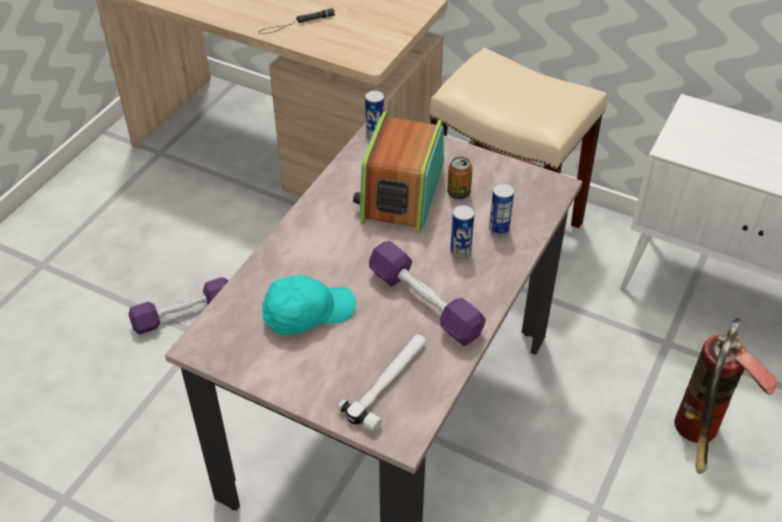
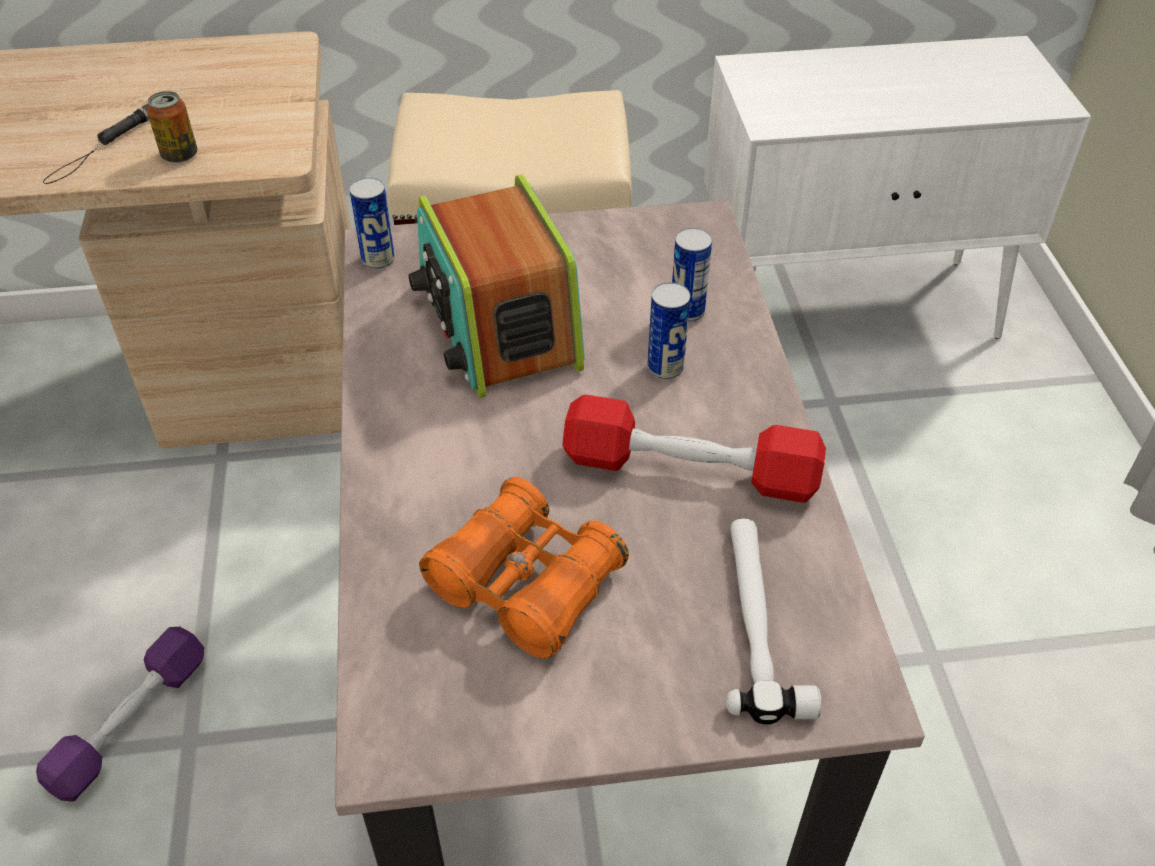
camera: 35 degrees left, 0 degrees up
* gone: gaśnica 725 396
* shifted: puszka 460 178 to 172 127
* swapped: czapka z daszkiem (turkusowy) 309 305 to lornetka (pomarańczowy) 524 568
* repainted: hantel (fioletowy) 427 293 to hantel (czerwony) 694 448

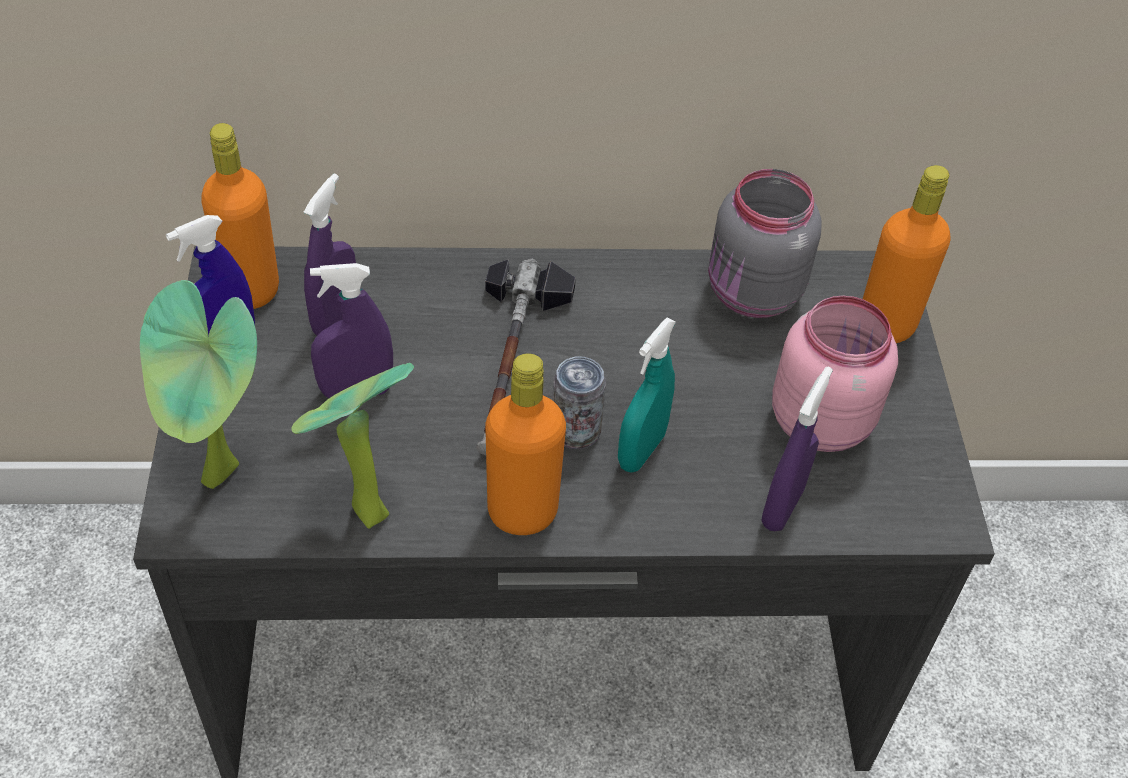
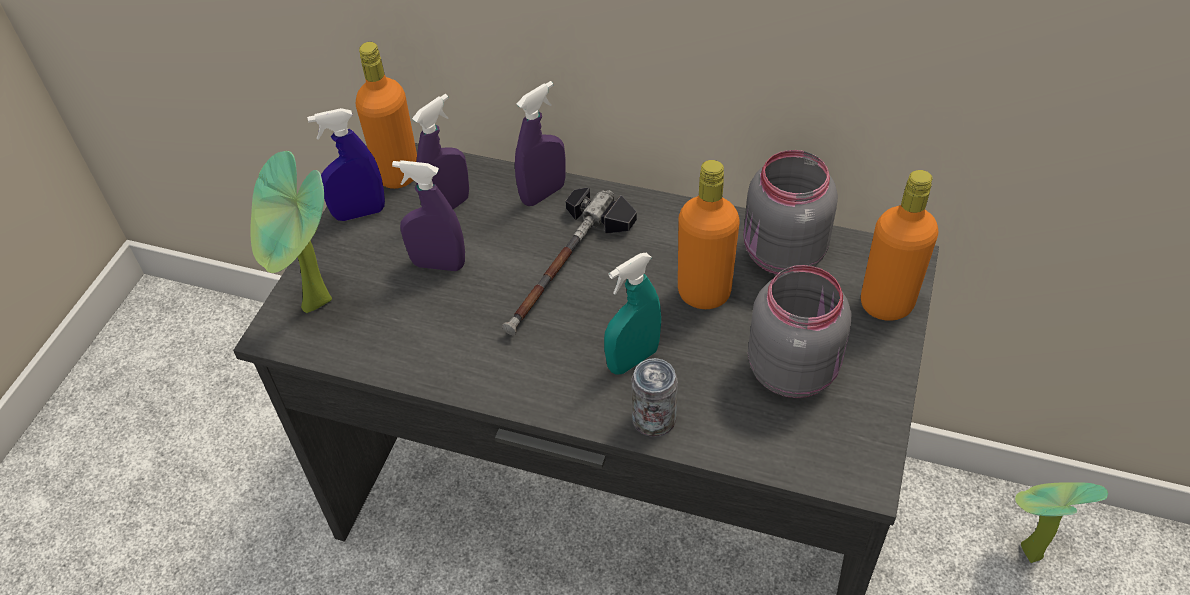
camera: 25 degrees right, 0 degrees up
* shifted: roślina doniczkowa 352 446 to 1061 522
* shifted: butelka (pomarańczowy) 525 444 to 709 234
* shifted: puszka 579 403 to 654 397
* shifted: spryskiwacz (fioletowy) 797 449 to 540 143
* repainted: słoik (różowy) 835 374 to słoik (szary) 799 331

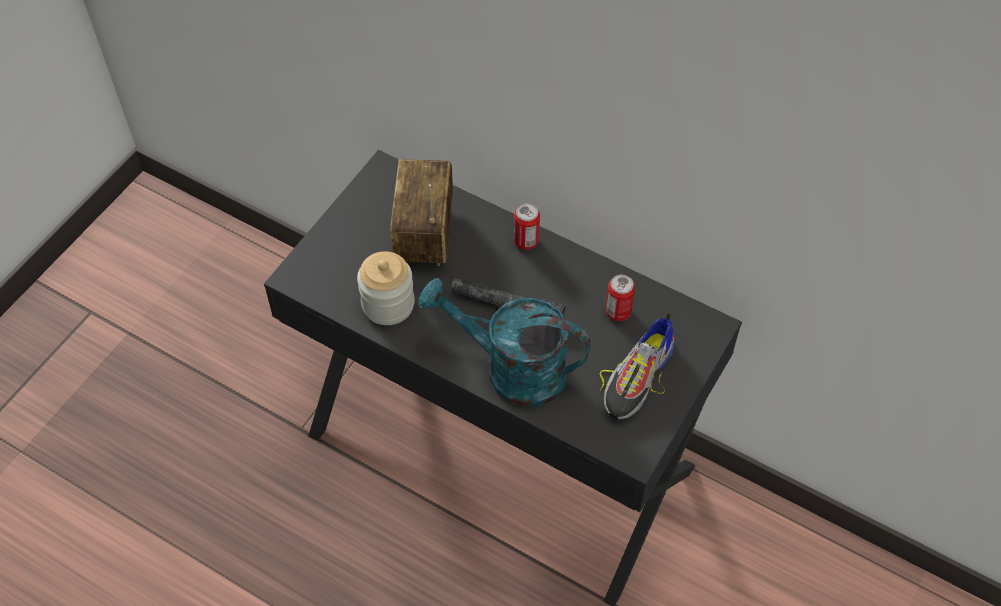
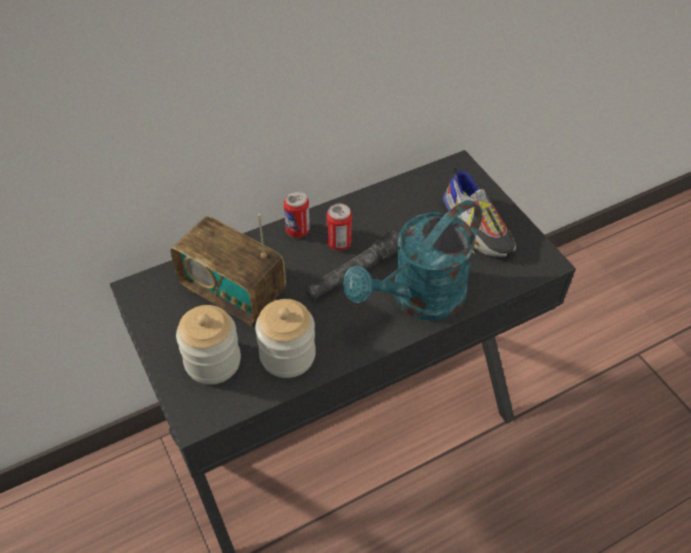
camera: 60 degrees left, 5 degrees down
* new: słoik 208 345
* shifted: puszka 620 297 to 339 226

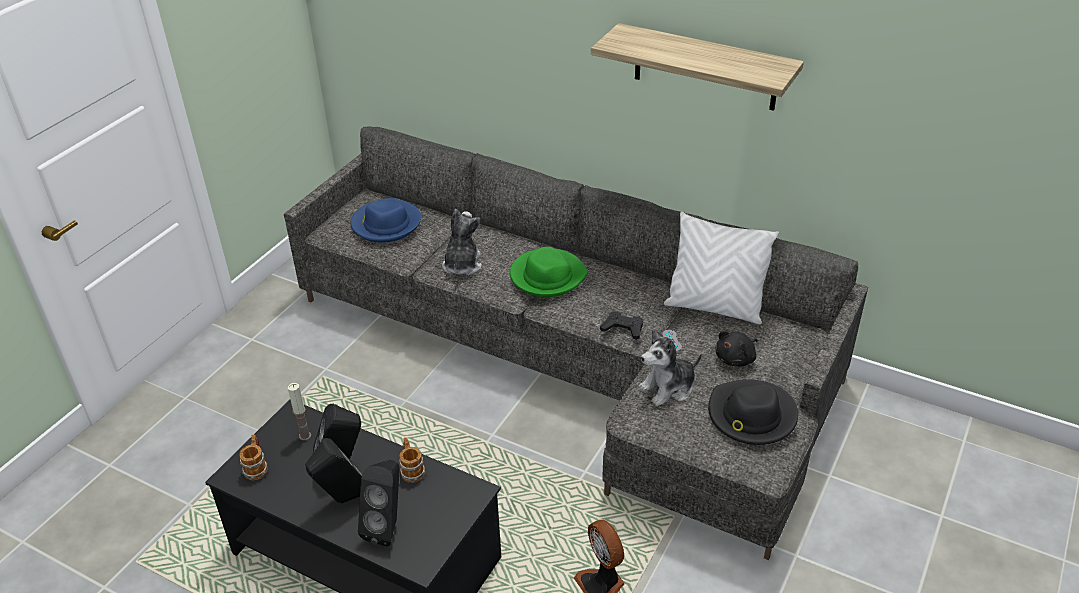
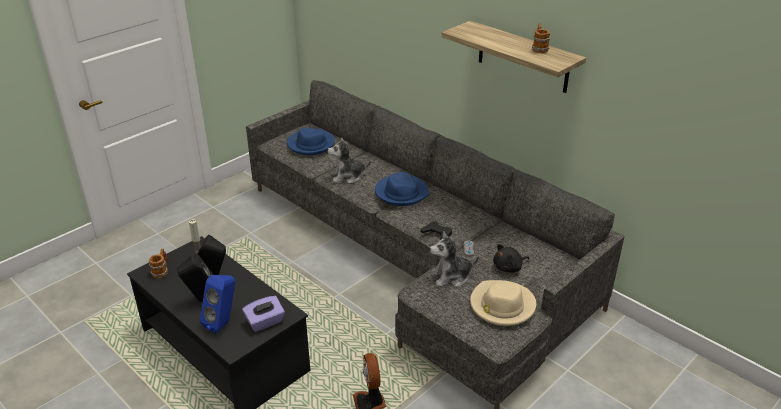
camera: 15 degrees right, 5 degrees down
* gone: poduszka (biały) 721 268
* new: pudełko chusteczek (fioletowy) 263 314
* shifted: kubek 412 460 to 541 38
* repainted: głośnik (czarny) 379 503 to głośnik (niebieski) 217 304
* repainted: kapelusz (zielony) 549 272 to kapelusz (niebieski) 402 189
* repainted: kapelusz (czarny) 753 412 to kapelusz (beżowy) 503 303
* rotated: pluszak 462 242 = 349 160 120 degrees counterclockwise

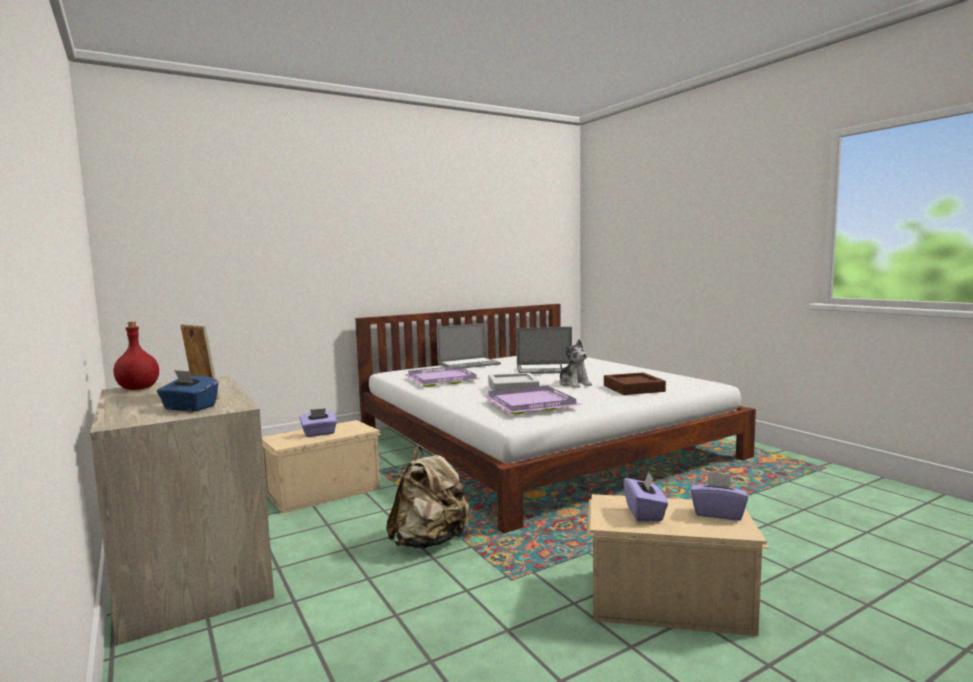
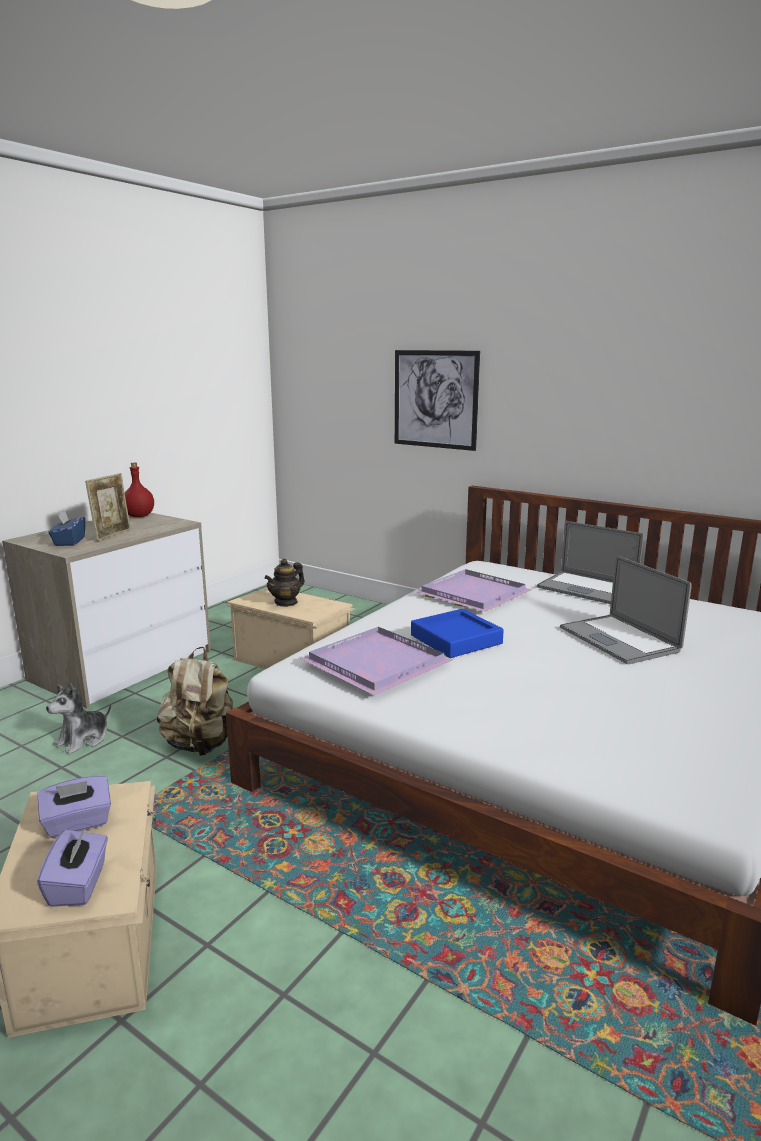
camera: 65 degrees right, 10 degrees up
* gone: taca (brązowy) 635 383
* new: obraz 437 400
* shifted: pluszak 575 364 to 79 718
* swapped: pudełko chusteczek (fioletowy) 318 422 to imbryk 285 583
* repainted: taca (szary) 514 383 to taca (niebieski) 457 633

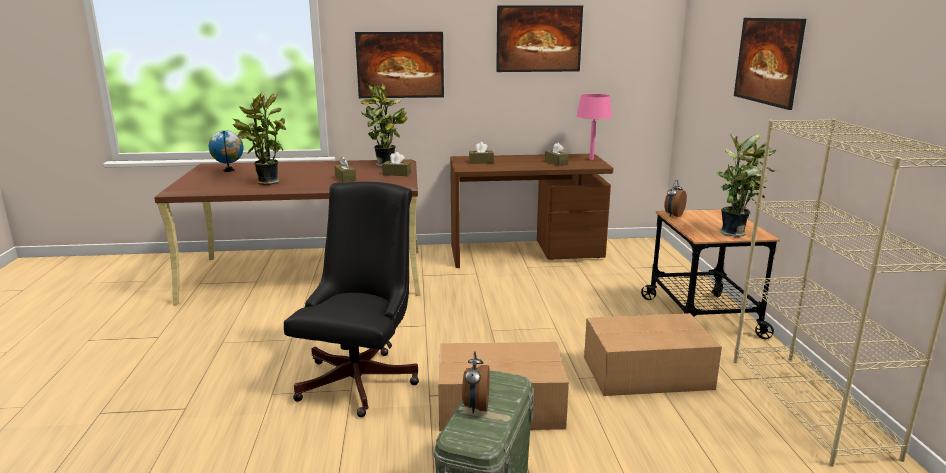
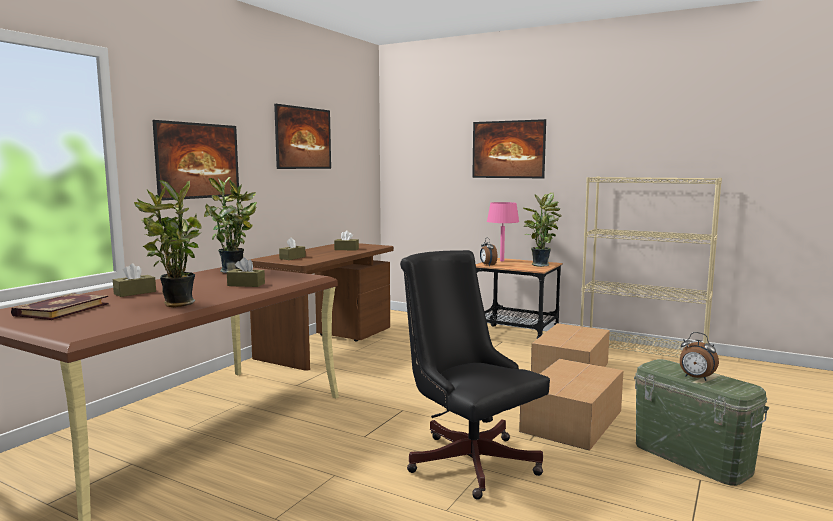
camera: 55 degrees left, 10 degrees down
* shifted: pudełko chusteczek (brązowy) 396 164 to 134 280
* shifted: lampa stołowa (różowy) 594 127 to 503 231
* swapped: globus 226 151 to książka 60 306

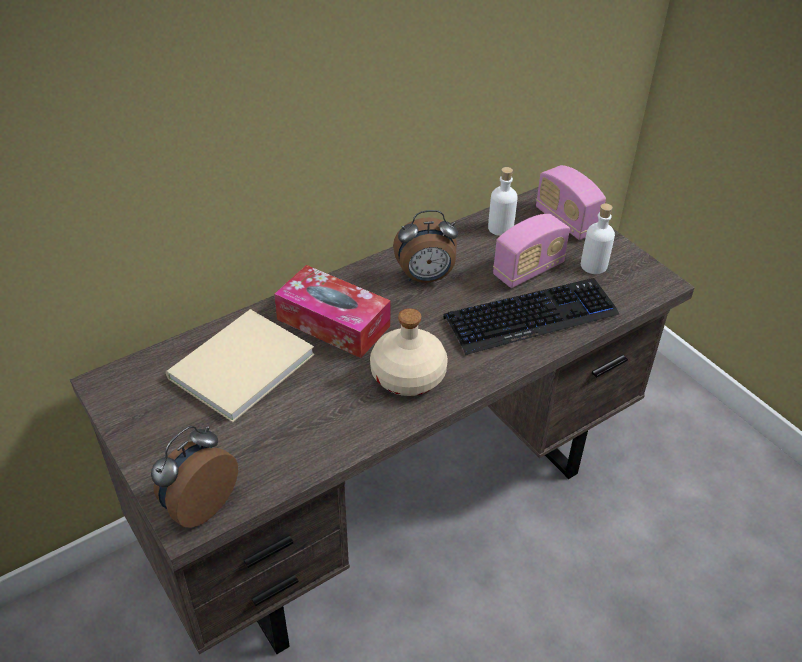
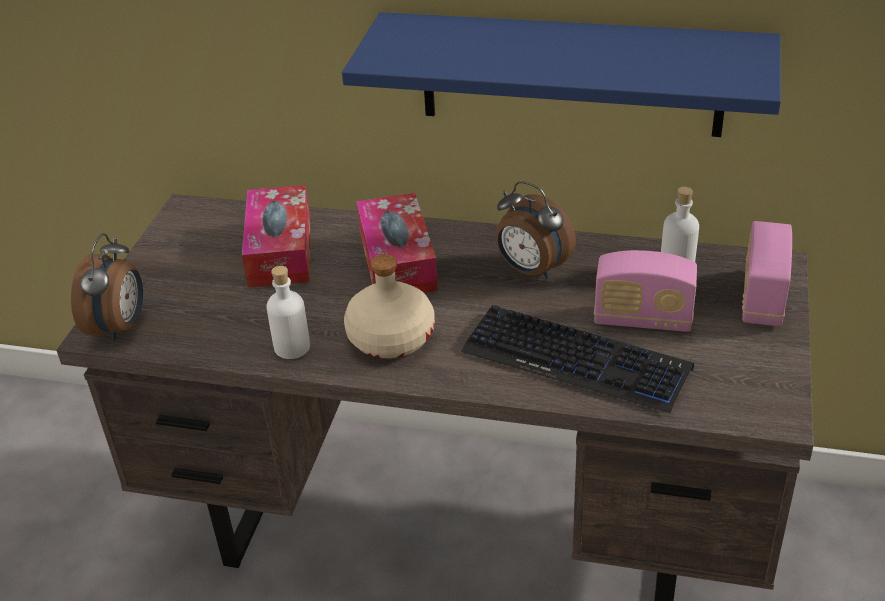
camera: 50 degrees right, 5 degrees down
* new: półka (niebieski) 561 74
* shifted: butelka (biały) 598 238 to 288 312
* swapped: książka (beżowy) 240 365 to pudełko chusteczek 276 236
* rotated: budzik 194 477 = 107 287 105 degrees clockwise

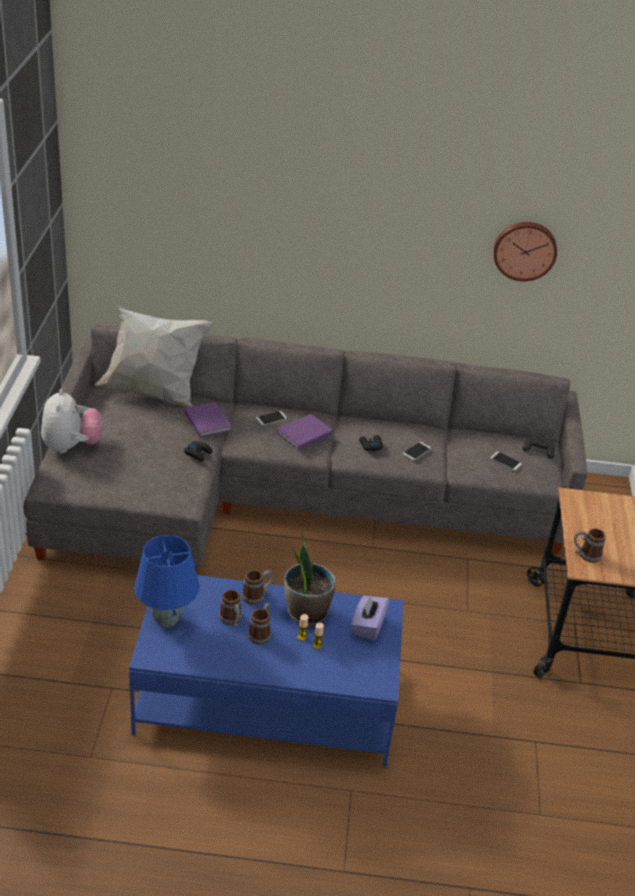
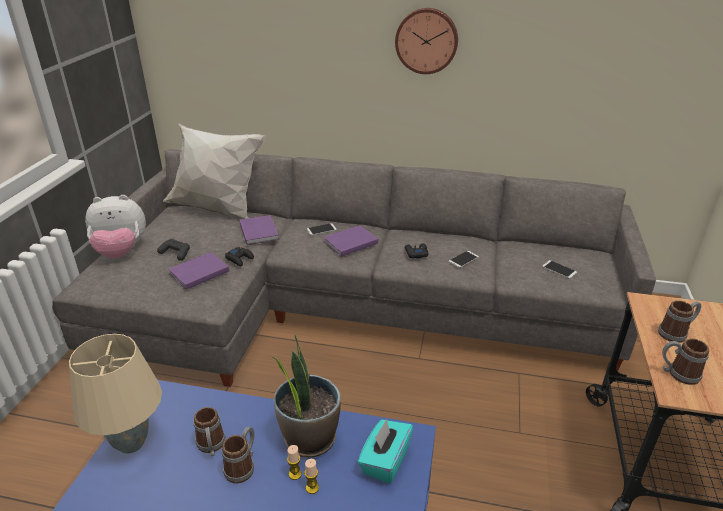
camera: 10 degrees right, 5 degrees down
* new: książka (fioletowy) 198 271
* shifted: kubek 258 587 to 679 321
* shifted: zegar ścienny 525 252 to 426 41
* shifted: pad do gier (czarny) 538 447 to 173 250
* repainted: lampa stołowa (niebieski) 167 581 to lampa stołowa (beżowy) 115 394
* repainted: pudełko chusteczek (fioletowy) 370 617 to pudełko chusteczek (turkusowy) 385 451
* rotated: pluszak 71 421 = 115 226 75 degrees clockwise

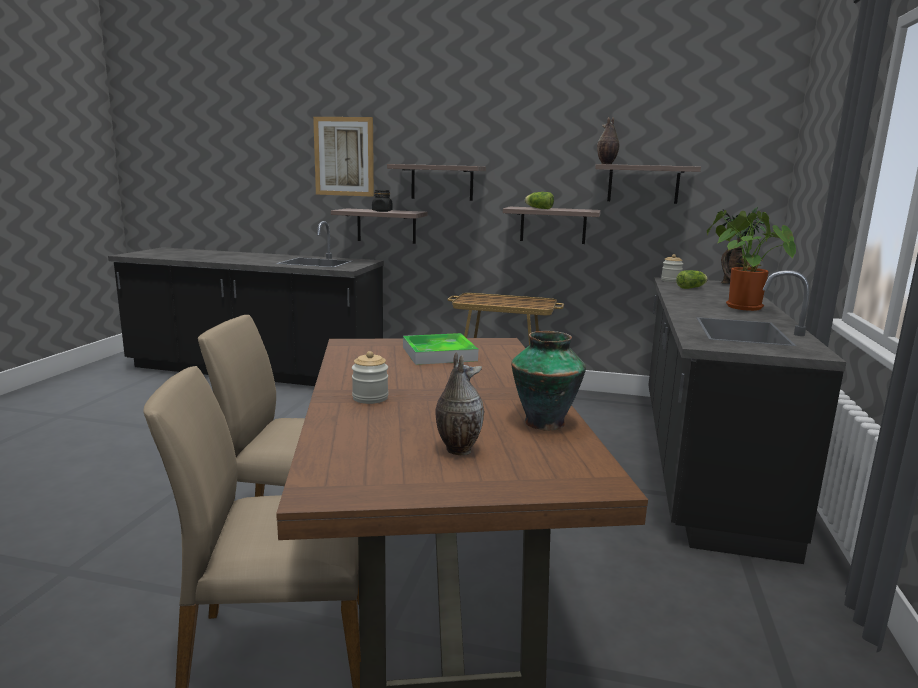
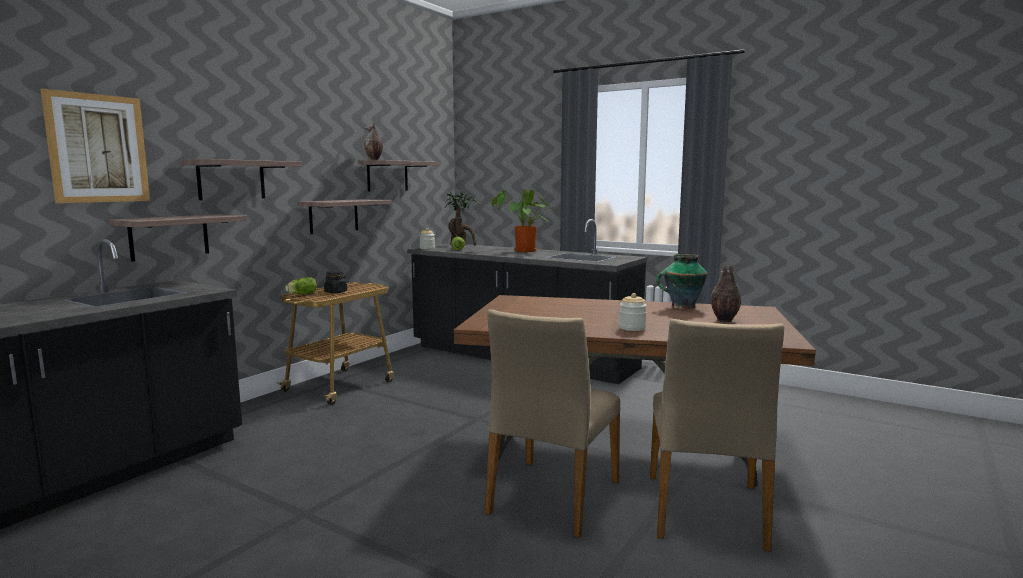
camera: 70 degrees left, 5 degrees down
* gone: taca 440 349
* shifted: słoik (czarny) 382 201 to 335 281
* shifted: sałata 539 200 to 301 285

